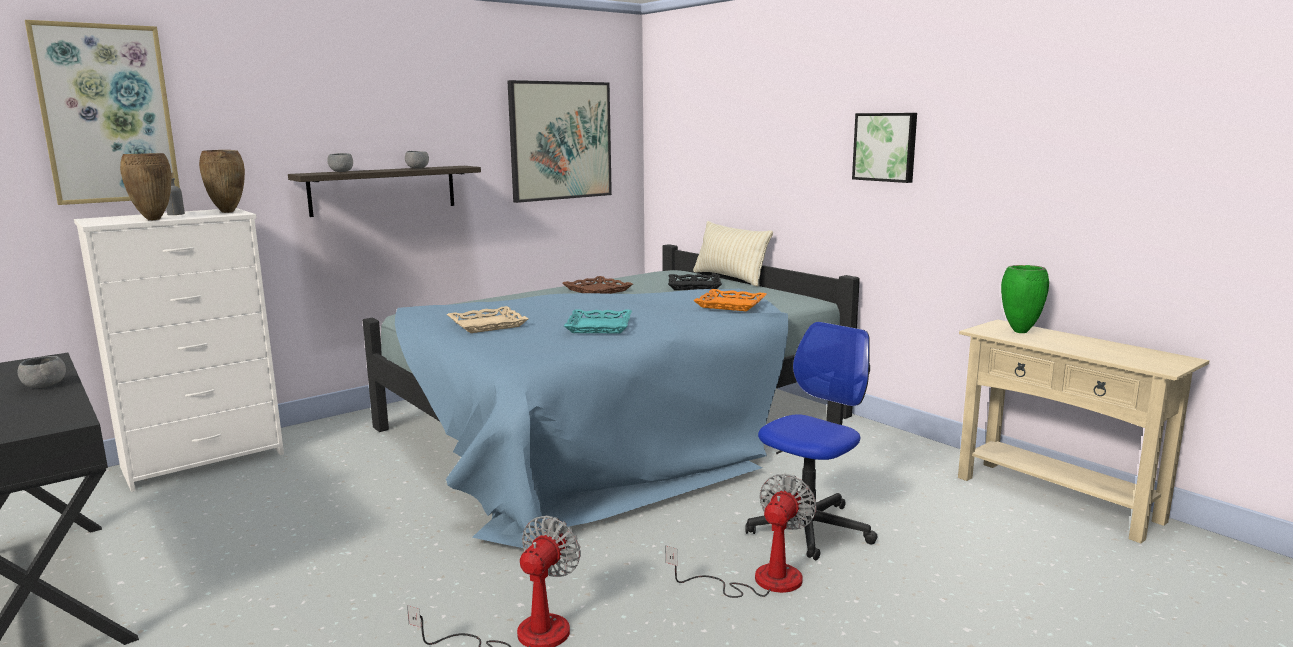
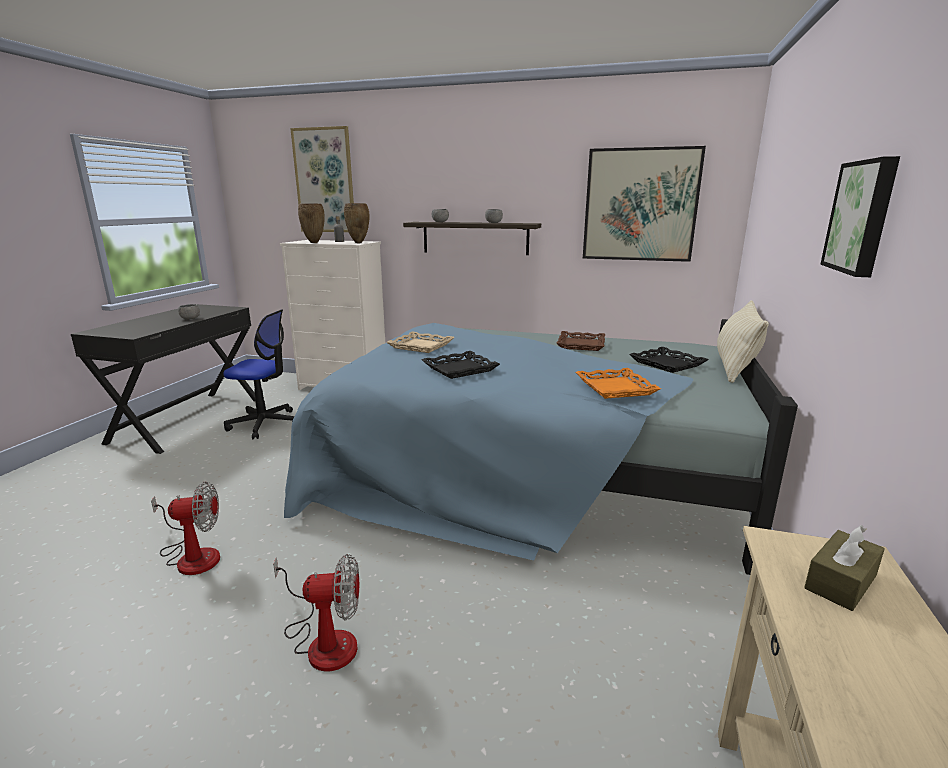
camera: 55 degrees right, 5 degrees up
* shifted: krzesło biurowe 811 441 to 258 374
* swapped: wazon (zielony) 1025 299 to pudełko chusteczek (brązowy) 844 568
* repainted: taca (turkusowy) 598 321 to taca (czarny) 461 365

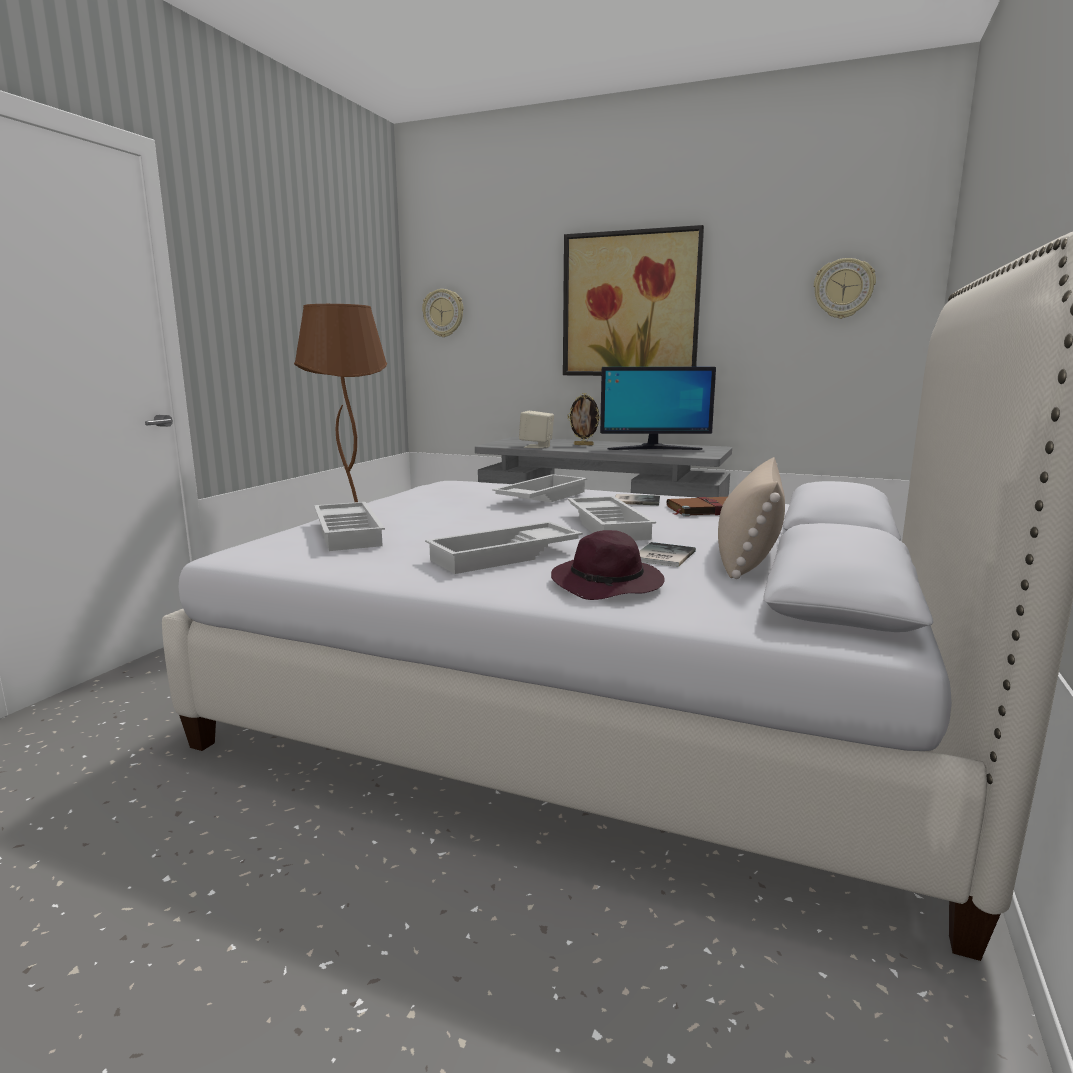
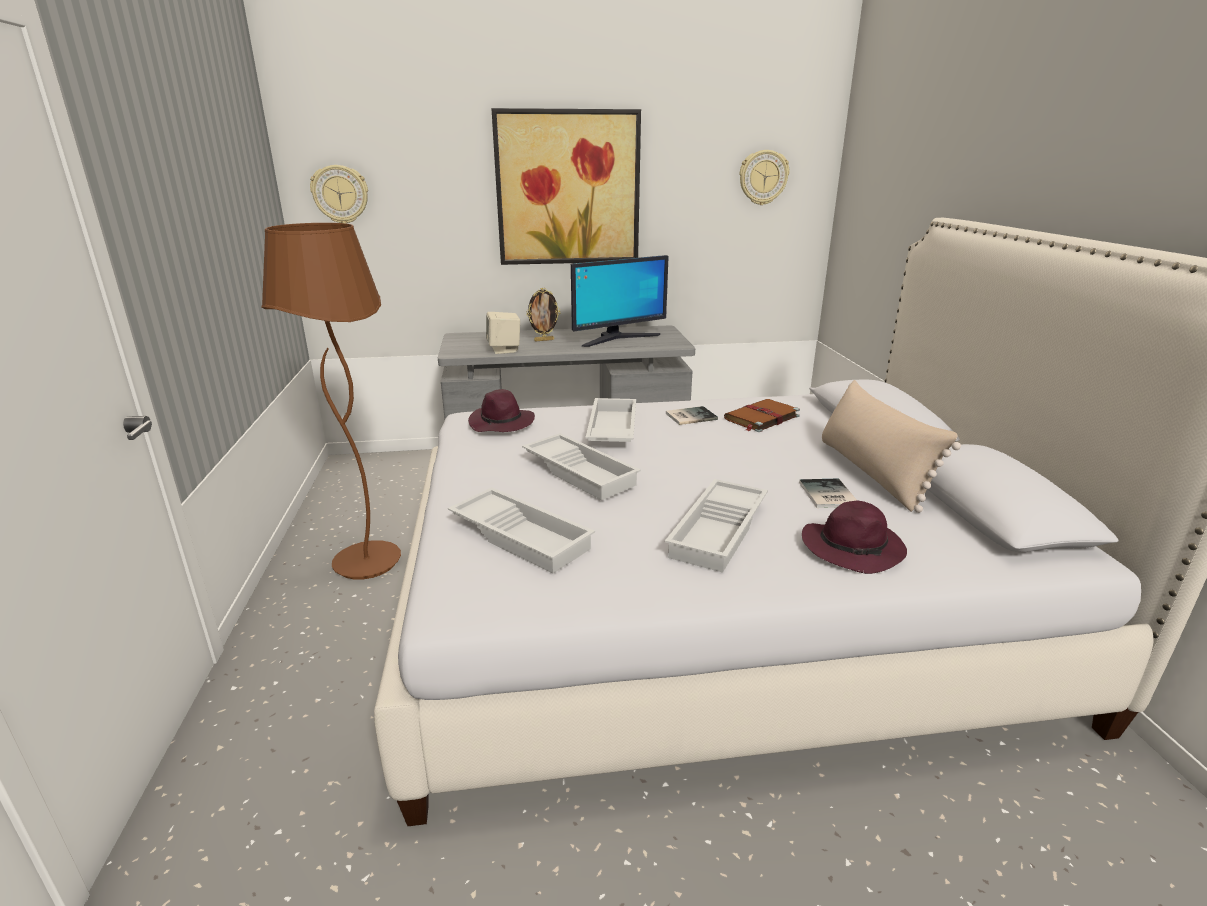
camera: 30 degrees left, 10 degrees up
* new: kapelusz (fioletowy) 501 410
* shifted: taca (biały) 611 518 to 581 466

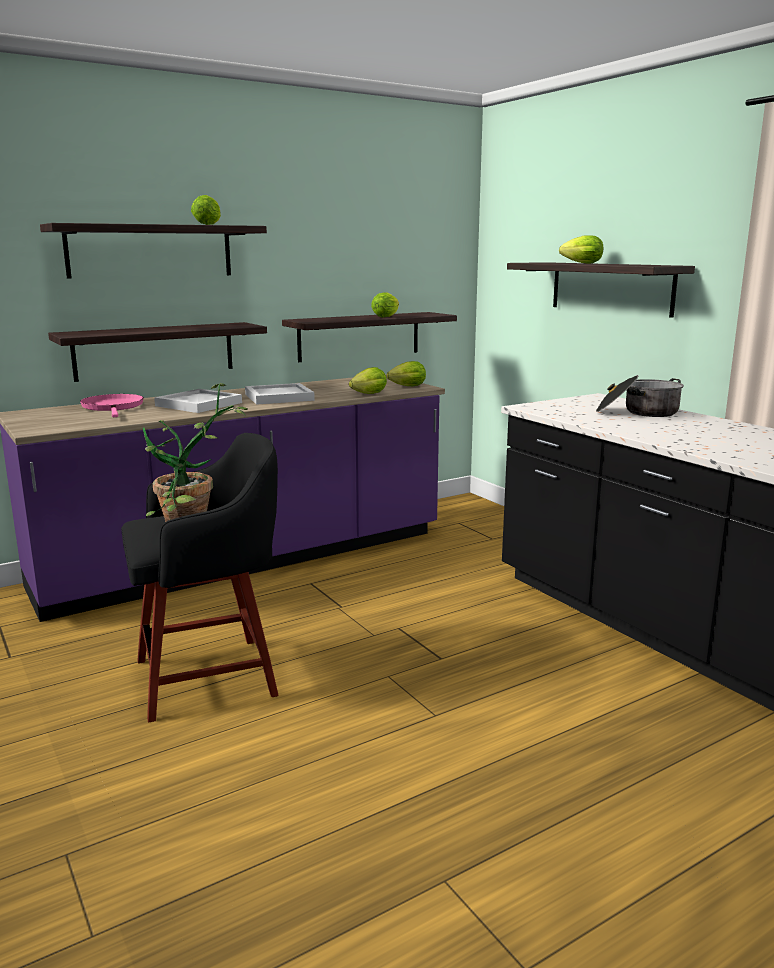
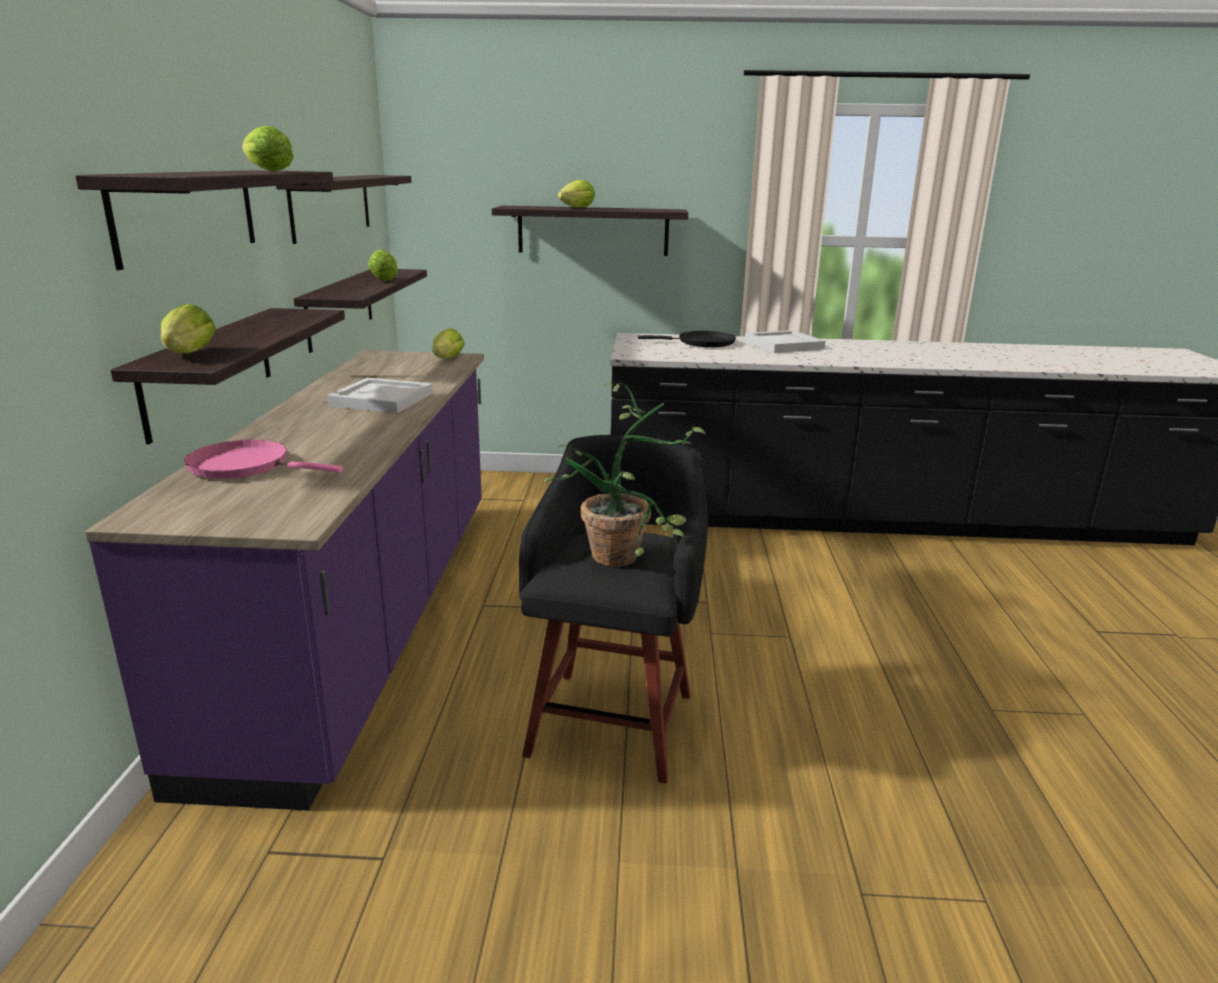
camera: 55 degrees left, 5 degrees up
* new: półka 344 209
* shifted: taca (biały) 198 401 to 785 341
* shifted: sałata 368 380 to 188 328
* swapped: garnek 640 396 to patelnia (czarny) 687 339

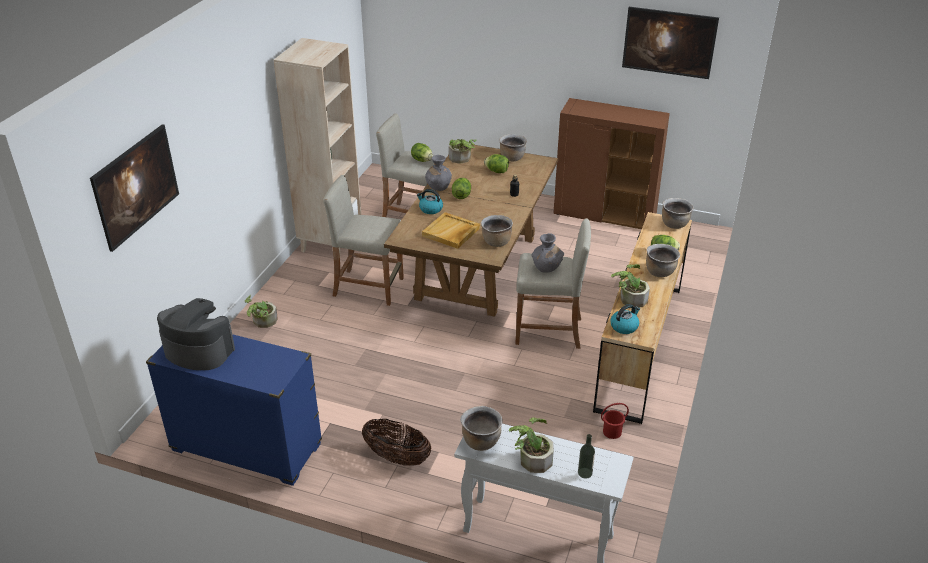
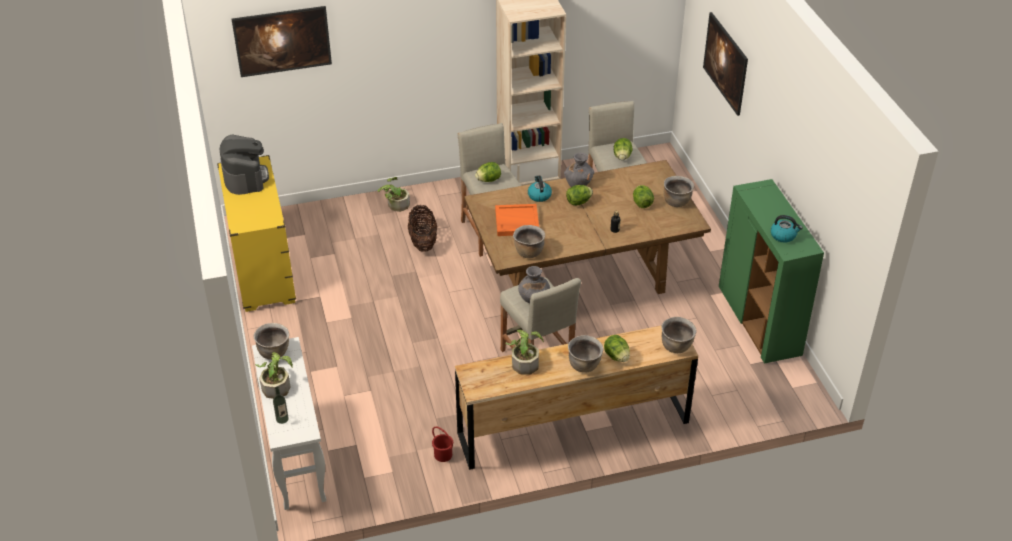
camera: 55 degrees right, 5 degrees up
* gone: roślina doniczkowa 462 151
* new: sałata 488 172
* shifted: koszyk 396 442 to 422 228
* shifted: czajnik 625 319 to 787 228
* shifted: obraz 670 43 to 725 64
* repainted: komoda (niebieski) 234 410 to komoda (żółty) 256 233
* repainted: taca (beżowy) 451 230 to taca (pomarańczowy) 517 220
* repainted: szafka (brązowy) 611 163 to szafka (zielony) 771 271

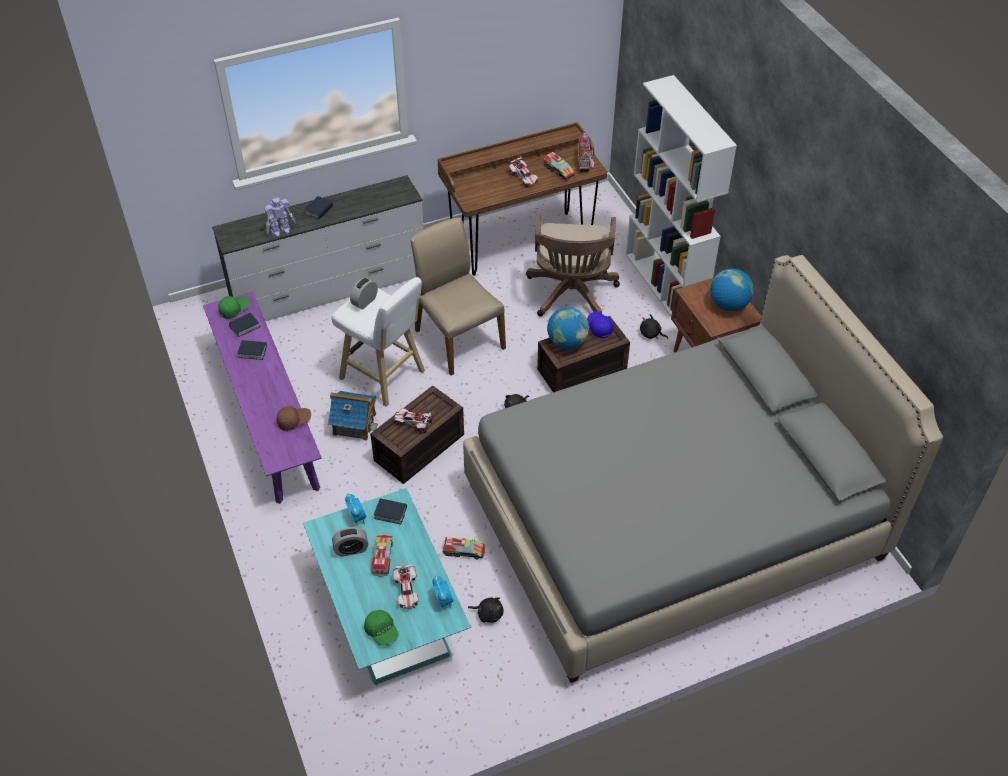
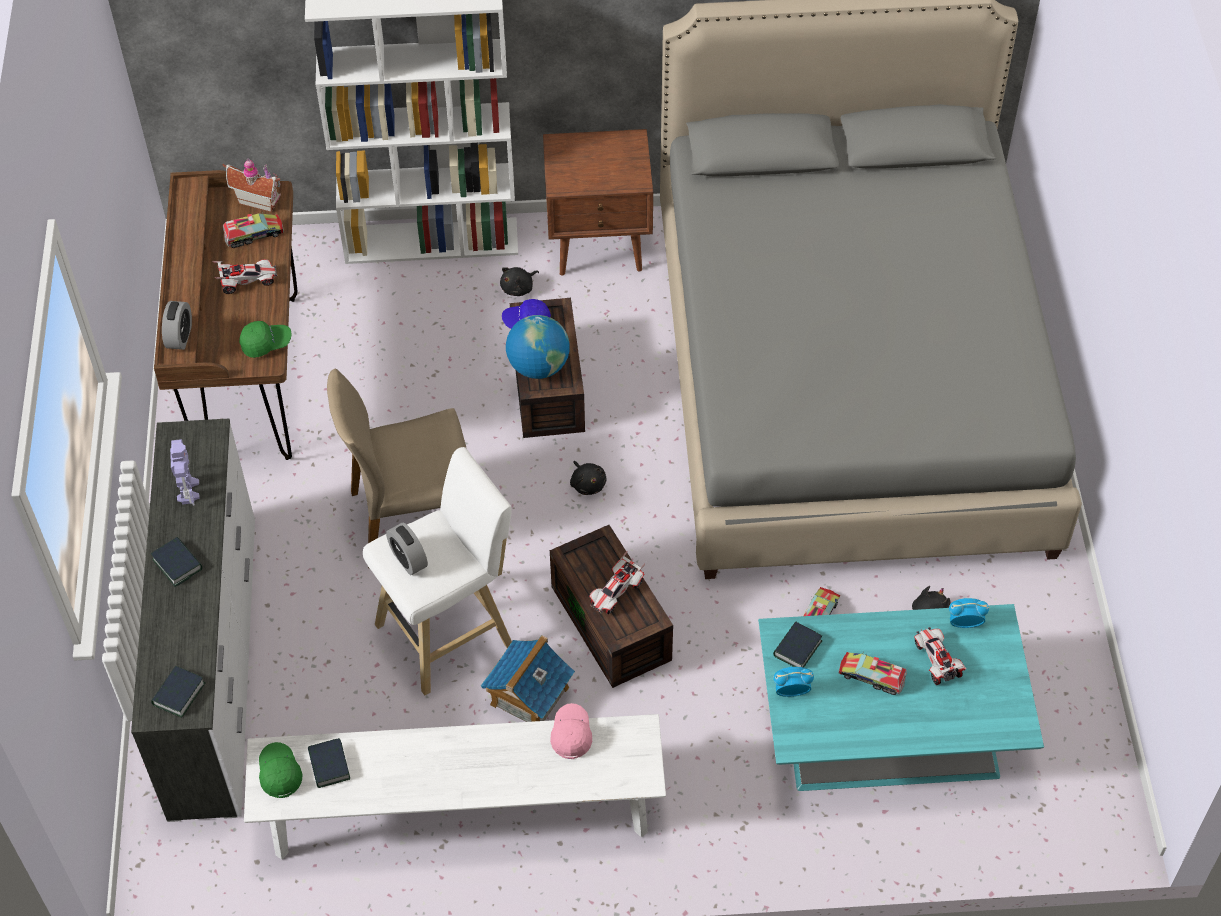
camera: 70 degrees left, 5 degrees up
* gone: krzesło biurowe (brązowy) 573 265
* gone: globus 732 290
* shifted: książka 252 350 to 178 692
* shifted: robot zabawkowy 280 217 to 184 472
* shifted: budzik 350 542 to 177 325
* shifted: czapka z daszkiem (zielony) 381 628 to 265 339
* repainted: ławka (fioletowy) 262 398 to ławka (biały) 455 786
* repainted: czapka z daszkiem (brązowy) 293 418 to czapka z daszkiem (różowy) 571 731
* rotated: samochodzik 405 585 = 940 656 120 degrees counterclockwise

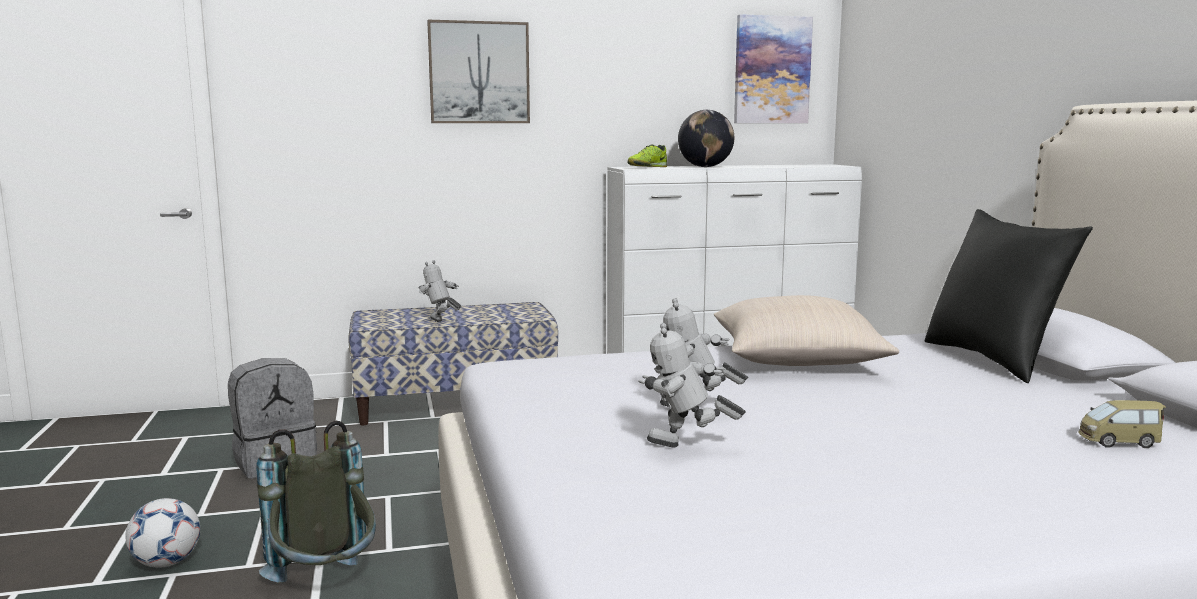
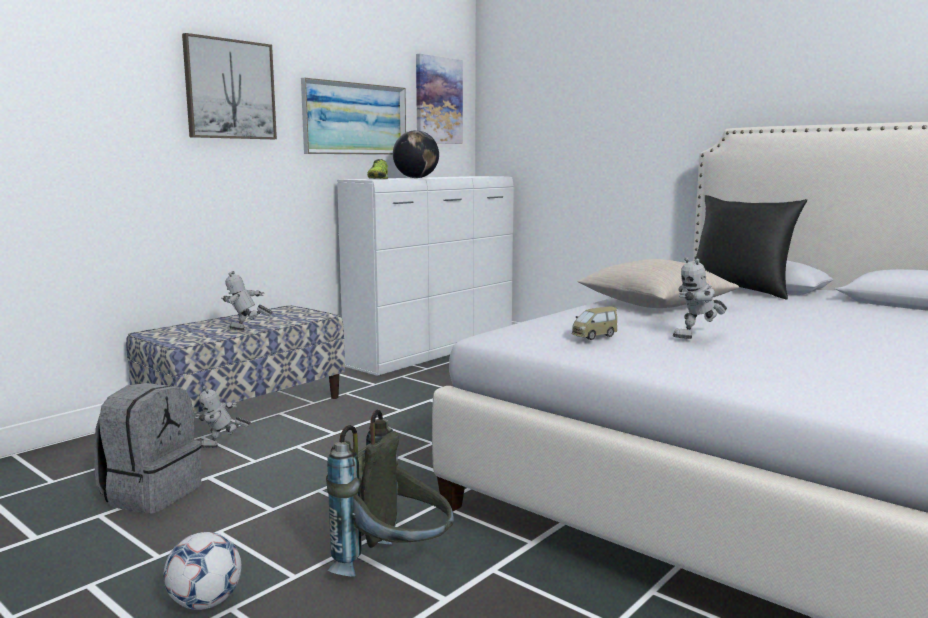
camera: 35 degrees left, 0 degrees up
* new: obraz 353 116
* shifted: robot zabawkowy 691 385 to 223 417
* shifted: samochodzik 1122 424 to 594 323

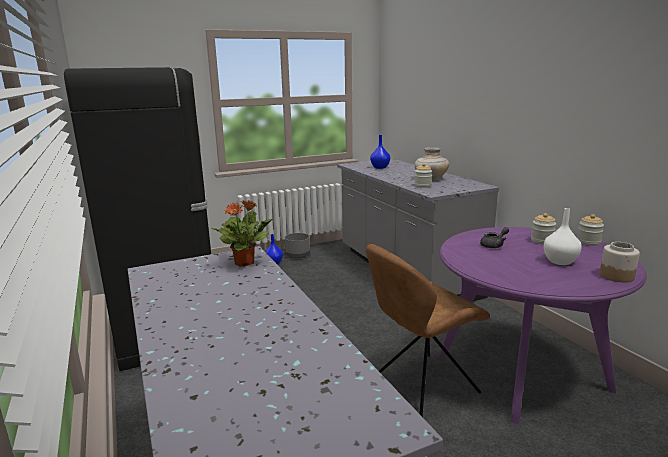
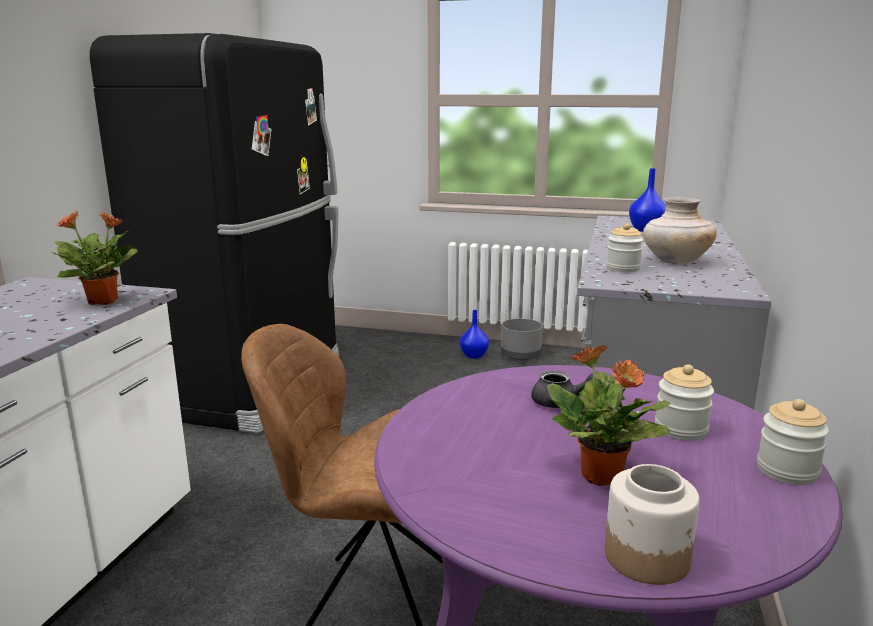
camera: 40 degrees right, 0 degrees up
* swapped: wazon (biały) 562 236 to roślina doniczkowa 609 415

